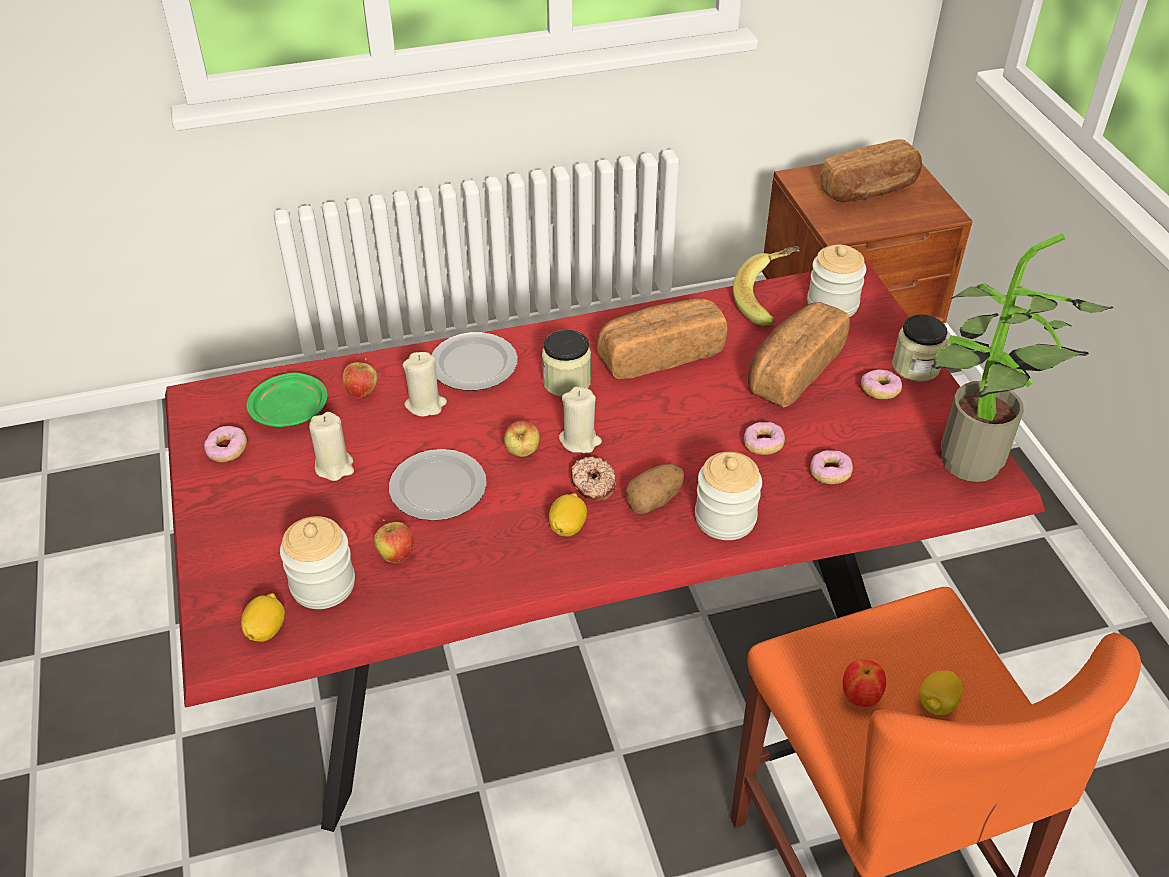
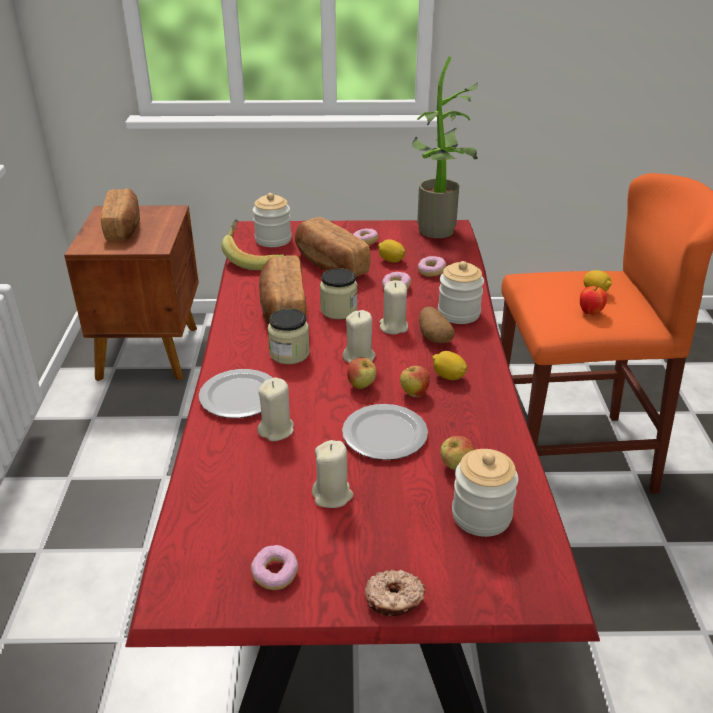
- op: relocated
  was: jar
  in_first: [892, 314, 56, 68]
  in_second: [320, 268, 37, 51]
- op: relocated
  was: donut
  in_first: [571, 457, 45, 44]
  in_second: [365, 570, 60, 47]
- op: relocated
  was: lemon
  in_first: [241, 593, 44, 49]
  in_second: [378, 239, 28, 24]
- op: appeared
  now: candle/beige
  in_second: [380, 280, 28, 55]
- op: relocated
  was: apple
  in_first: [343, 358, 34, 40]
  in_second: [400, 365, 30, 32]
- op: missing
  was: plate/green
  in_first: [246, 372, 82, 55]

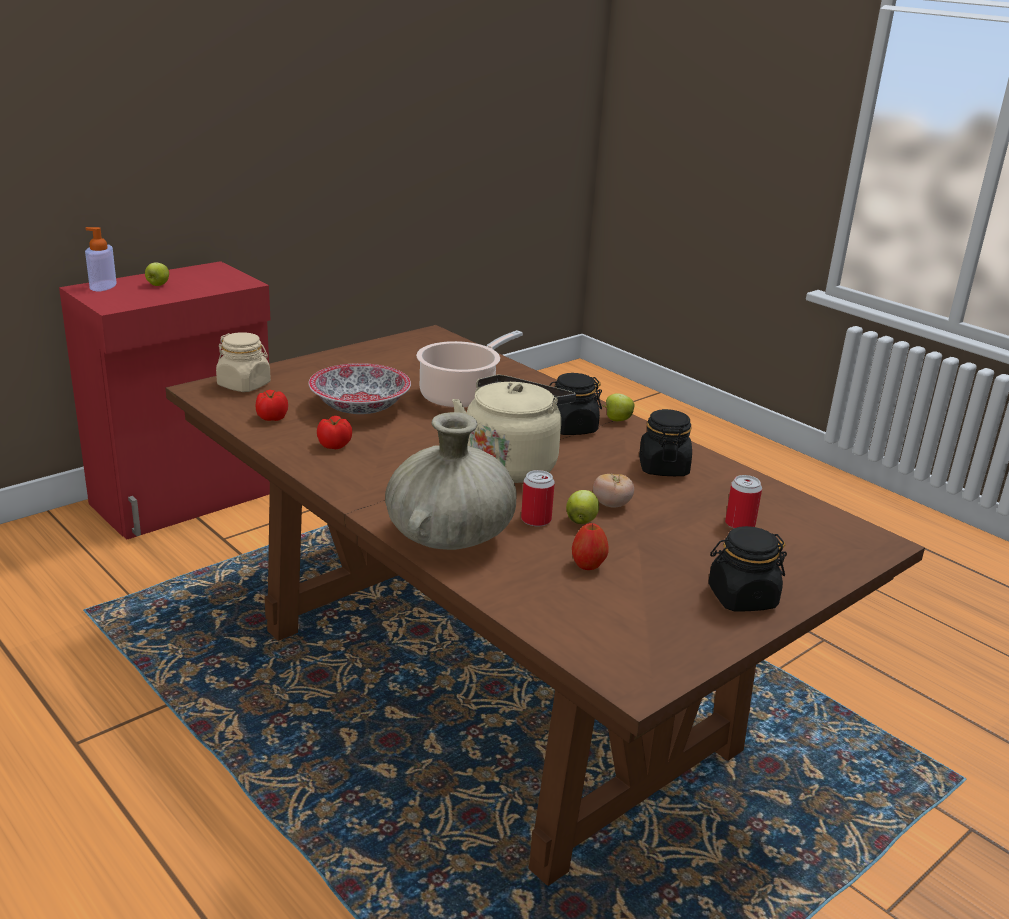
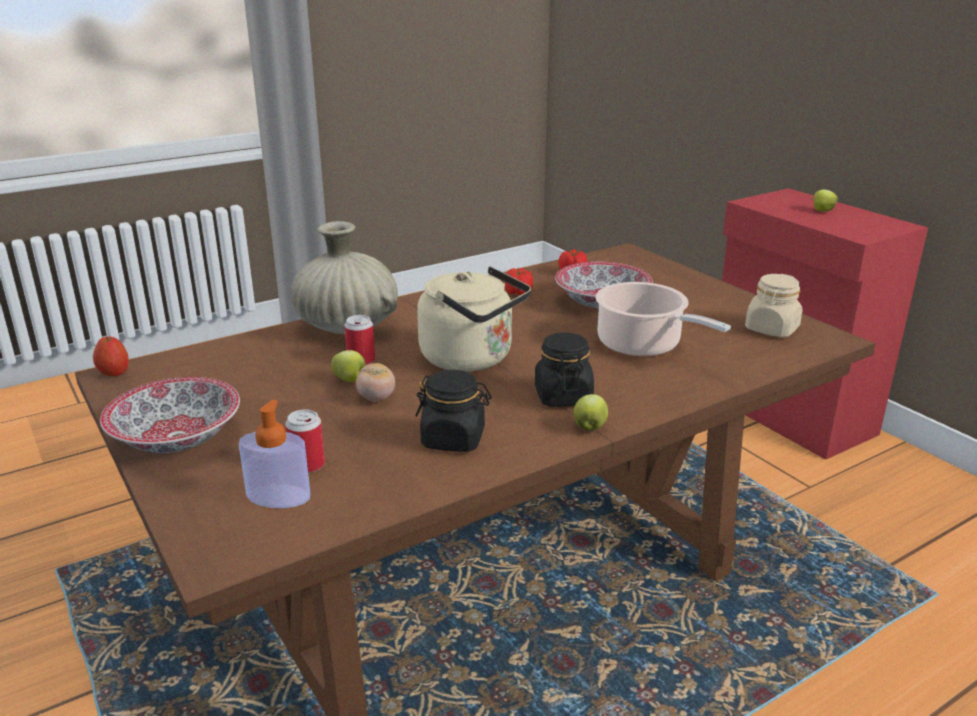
- op: relocated
  was: apple
  in_first: [572, 523, 37, 47]
  in_second: [93, 337, 36, 39]
- op: exchanged
  was: jar/black
  now: bowl
  in_first: [708, 526, 79, 85]
  in_second: [100, 377, 140, 76]
- op: relocated
  was: soap dispenser
  in_first: [85, 227, 32, 64]
  in_second: [239, 400, 71, 108]
- op: relocated
  was: jar/beige
  in_first: [216, 332, 55, 60]
  in_second: [745, 274, 58, 63]

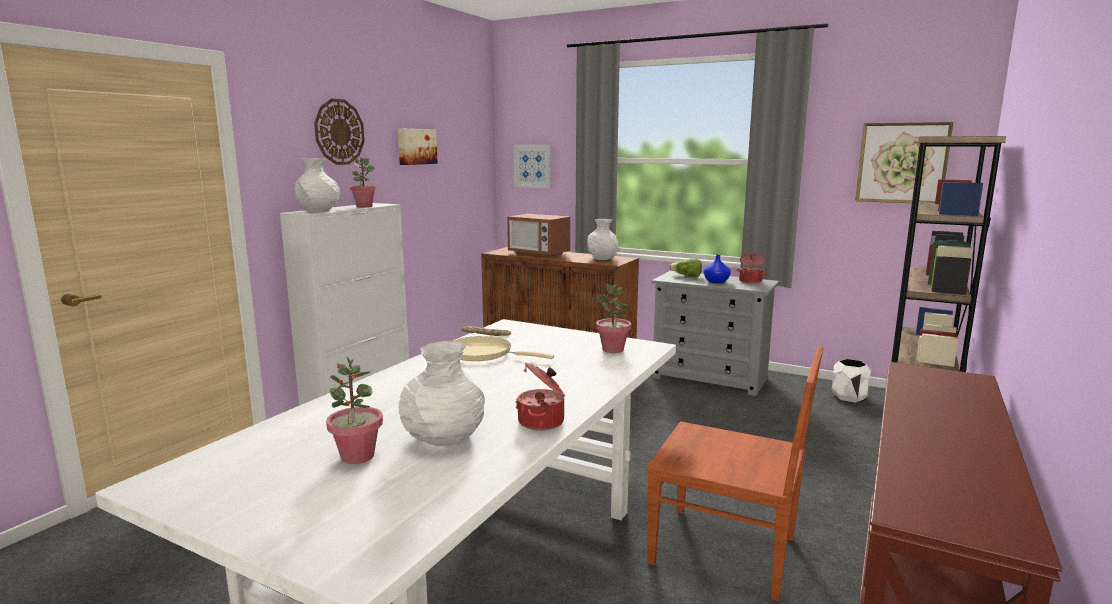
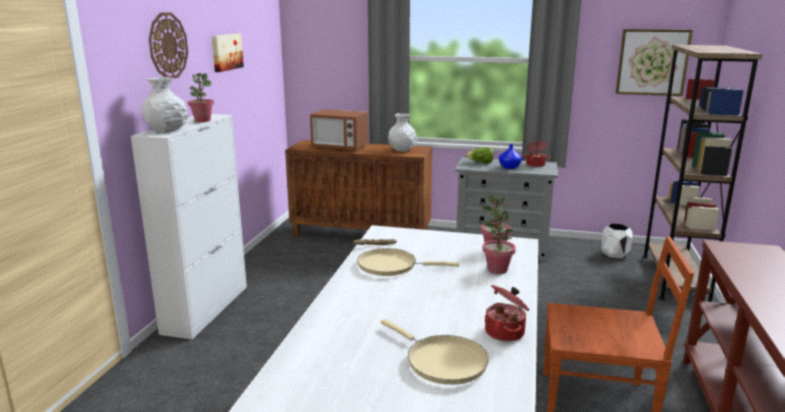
- op: exchanged
  was: vase/white
  now: frying pan/beige
  in_first: [399, 341, 86, 105]
  in_second: [381, 319, 108, 66]
- op: relocated
  was: potted plant
  in_first: [326, 357, 57, 107]
  in_second: [482, 210, 34, 64]
- op: missing
  was: picture
  in_first: [514, 145, 38, 43]

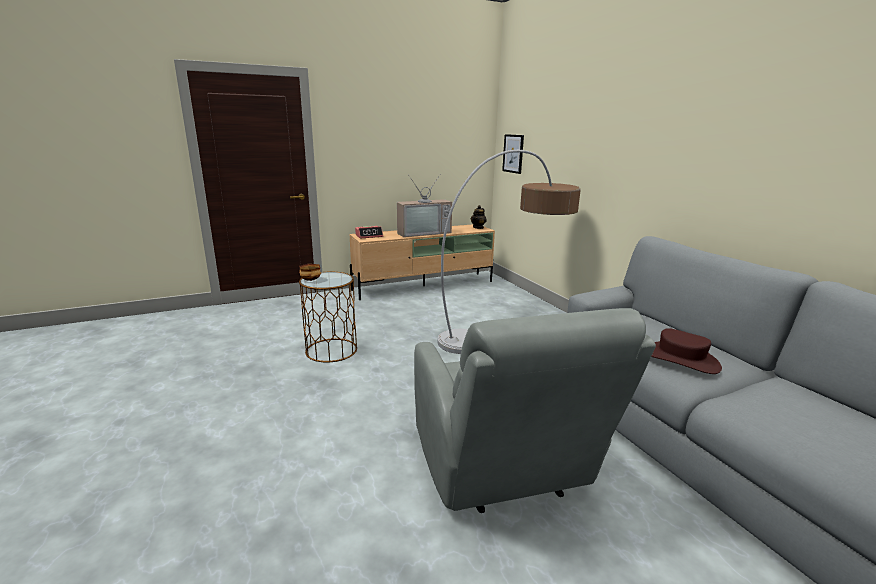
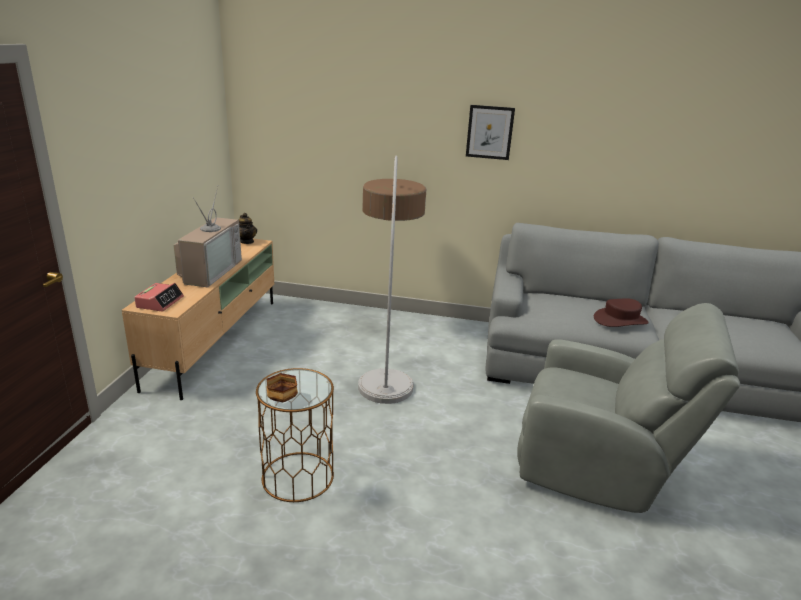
- op: relocated
  was: picture
  in_first: [502, 134, 22, 40]
  in_second: [466, 105, 49, 55]

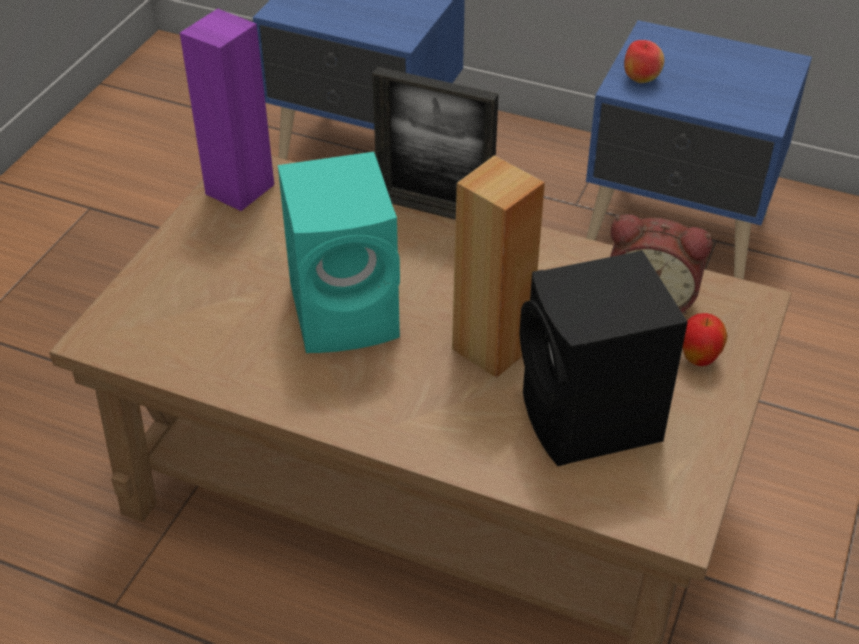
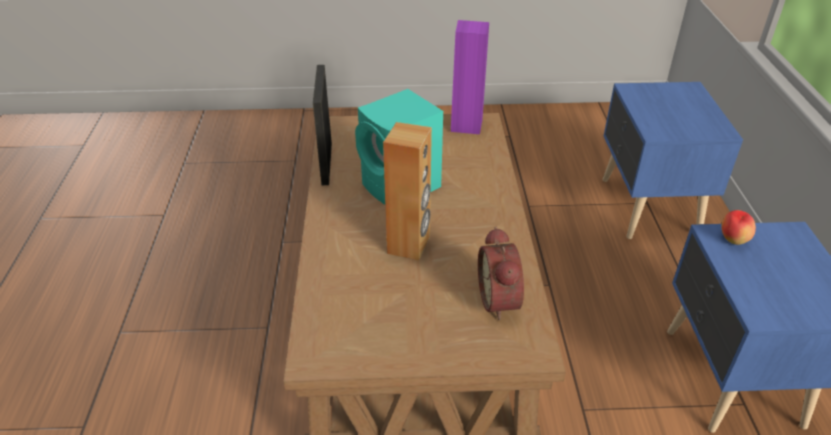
- op: relocated
  was: picture frame
  in_first: [372, 67, 127, 153]
  in_second: [313, 65, 19, 120]
- op: missing
  was: speaker/black
  in_first: [519, 251, 169, 215]
- op: missing
  was: apple
  in_first: [682, 313, 45, 53]

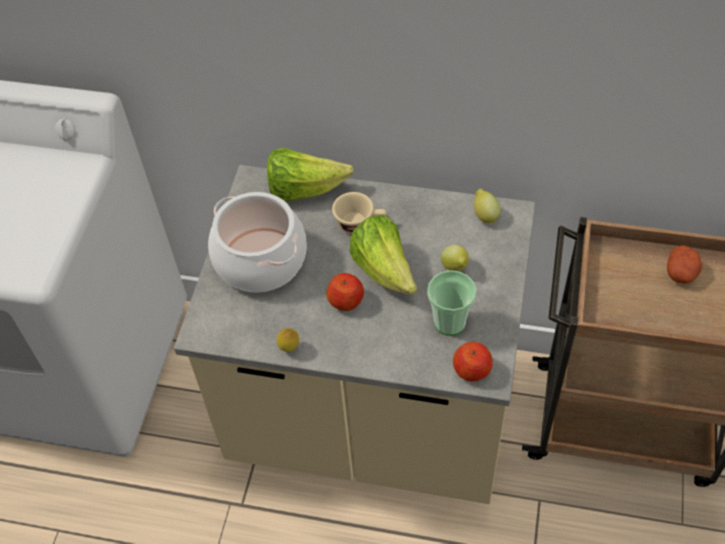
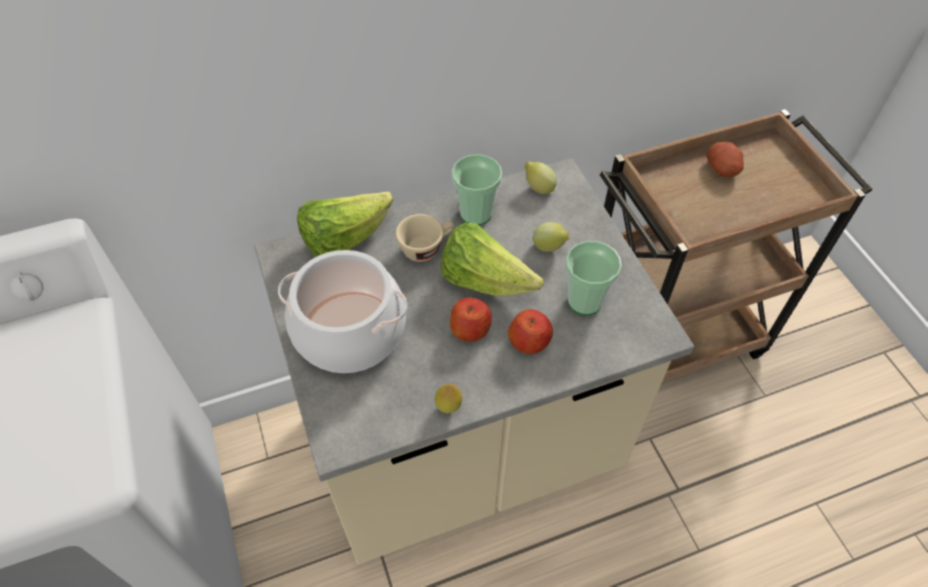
- op: appeared
  now: cup
  in_second: [452, 154, 50, 71]
- op: relocated
  was: apple
  in_first: [453, 342, 40, 39]
  in_second: [508, 309, 45, 45]

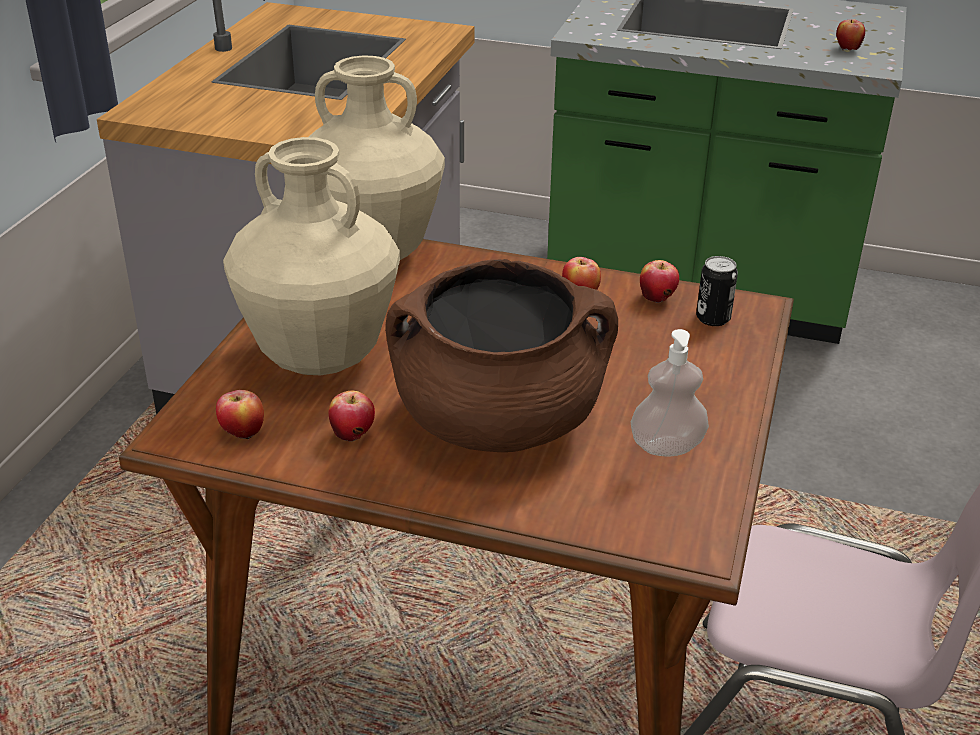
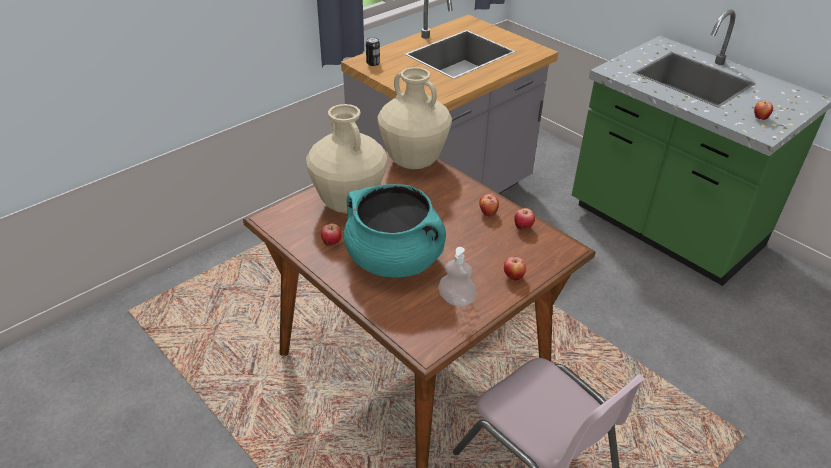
- op: colour
  was: cooking pot/brown
  now: cooking pot/turquoise
  in_first: [385, 259, 233, 193]
  in_second: [344, 184, 102, 94]
- op: relocated
  was: can
  in_first: [696, 256, 42, 70]
  in_second: [366, 37, 14, 29]
- op: relocated
  was: apple
  in_first: [216, 390, 48, 49]
  in_second: [504, 257, 22, 24]

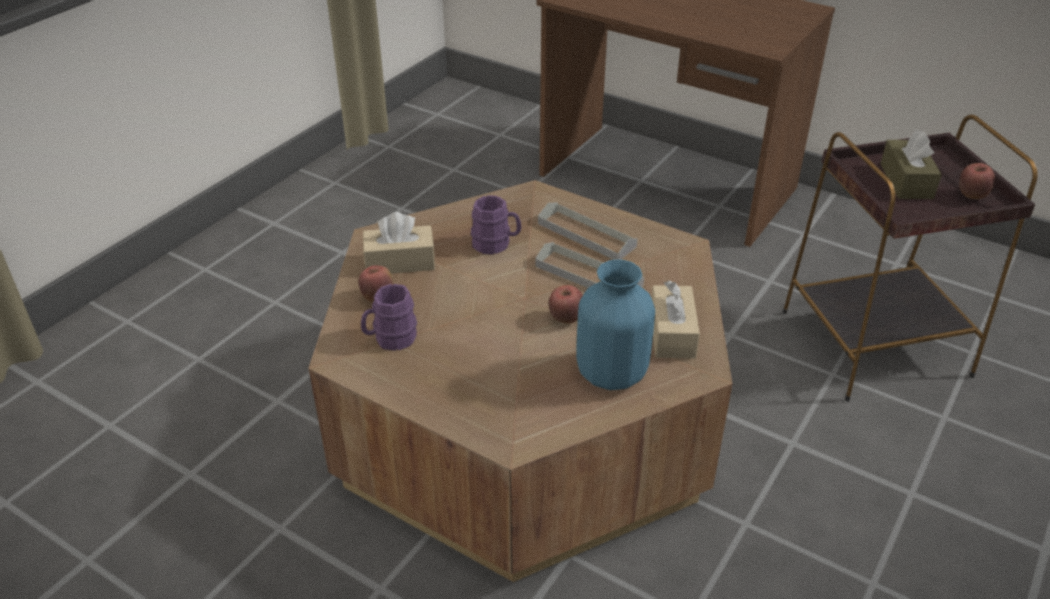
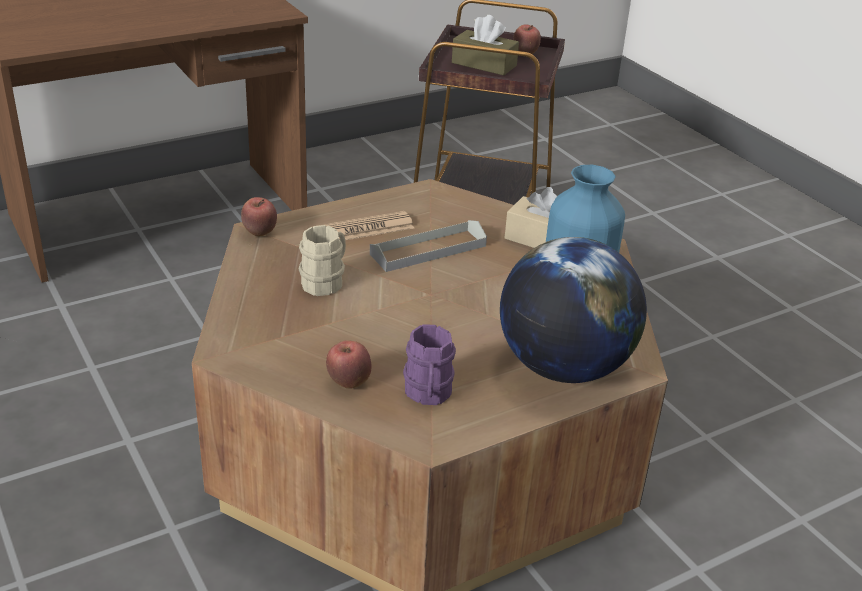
- op: relocated
  was: apple
  in_first: [549, 285, 34, 39]
  in_second: [241, 197, 36, 39]
- op: colour
  was: mug/purple
  now: mug/beige
  in_first: [471, 195, 50, 60]
  in_second: [299, 225, 47, 71]
- op: exchanged
  was: tray/grey
  now: newspaper
  in_first: [538, 202, 100, 58]
  in_second: [312, 211, 102, 29]
- op: appeared
  now: globe
  in_second: [500, 237, 147, 146]
- op: missing
  was: tissue box/beige
  in_first: [363, 212, 72, 62]

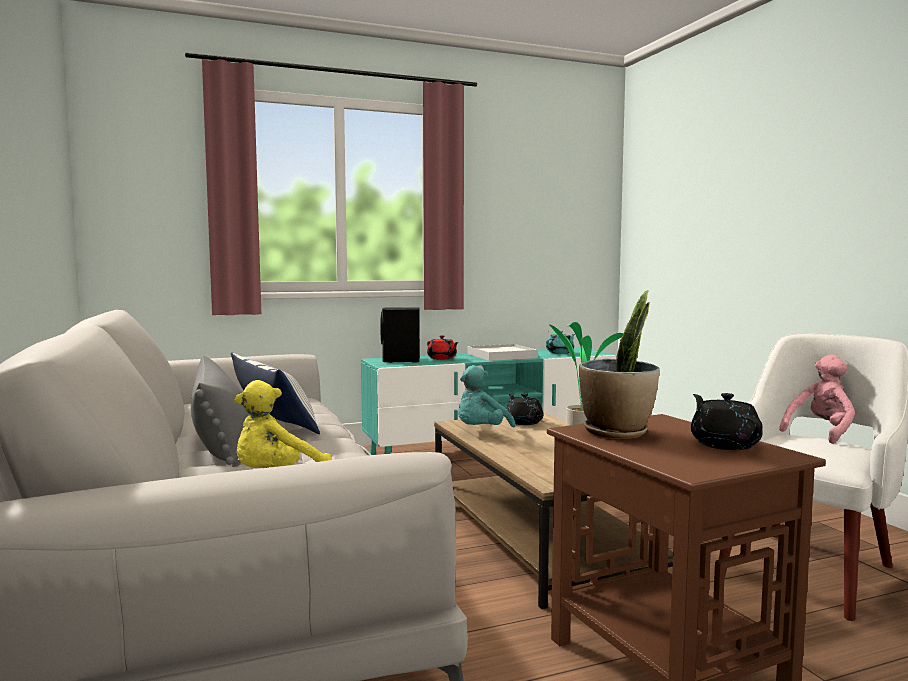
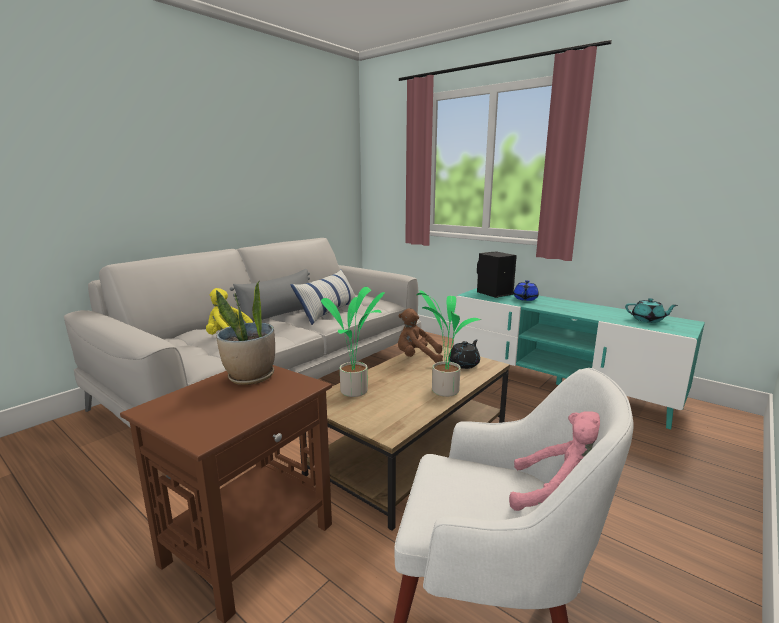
- op: appeared
  now: potted plant
  in_second: [321, 287, 64, 110]
- op: colour
  was: plush toy/turquoise
  now: plush toy/brown
  in_first: [458, 365, 58, 62]
  in_second: [398, 308, 45, 55]
- op: colour
  was: teapot/red
  now: teapot/blue
  in_first: [427, 335, 32, 25]
  in_second: [514, 280, 25, 21]
- op: missing
  was: tray/white
  in_first: [467, 344, 71, 17]
- op: missing
  was: teapot/black
  in_first: [691, 393, 72, 57]

